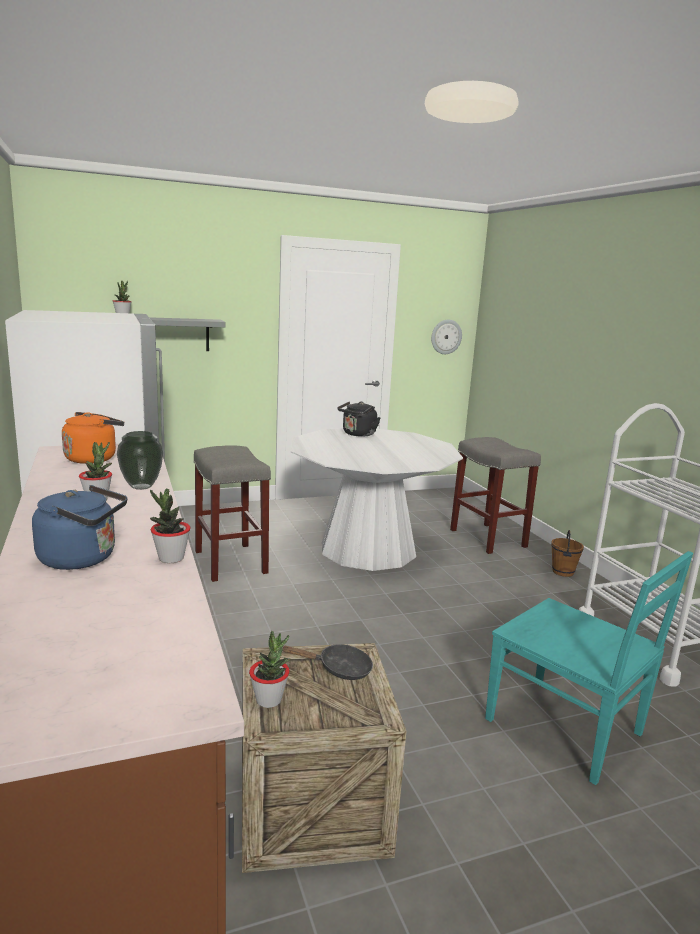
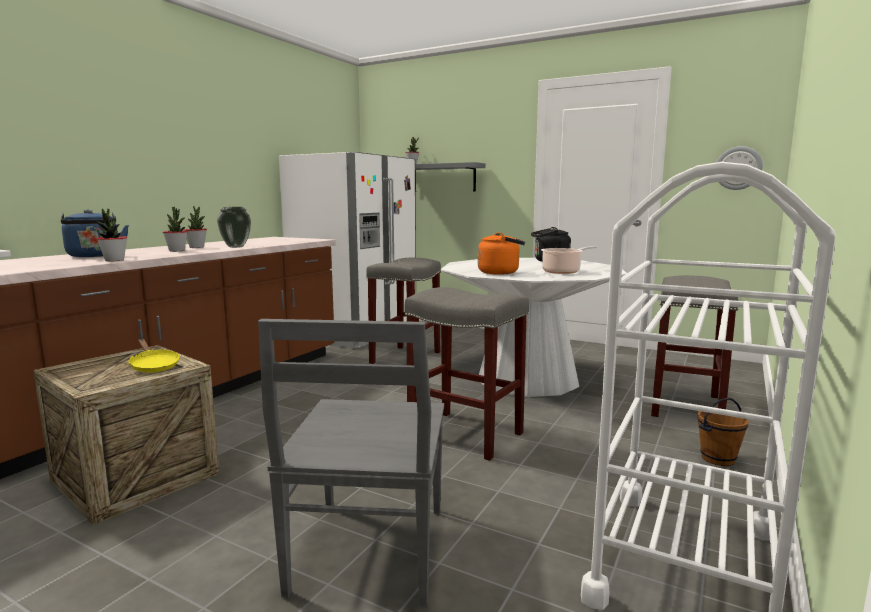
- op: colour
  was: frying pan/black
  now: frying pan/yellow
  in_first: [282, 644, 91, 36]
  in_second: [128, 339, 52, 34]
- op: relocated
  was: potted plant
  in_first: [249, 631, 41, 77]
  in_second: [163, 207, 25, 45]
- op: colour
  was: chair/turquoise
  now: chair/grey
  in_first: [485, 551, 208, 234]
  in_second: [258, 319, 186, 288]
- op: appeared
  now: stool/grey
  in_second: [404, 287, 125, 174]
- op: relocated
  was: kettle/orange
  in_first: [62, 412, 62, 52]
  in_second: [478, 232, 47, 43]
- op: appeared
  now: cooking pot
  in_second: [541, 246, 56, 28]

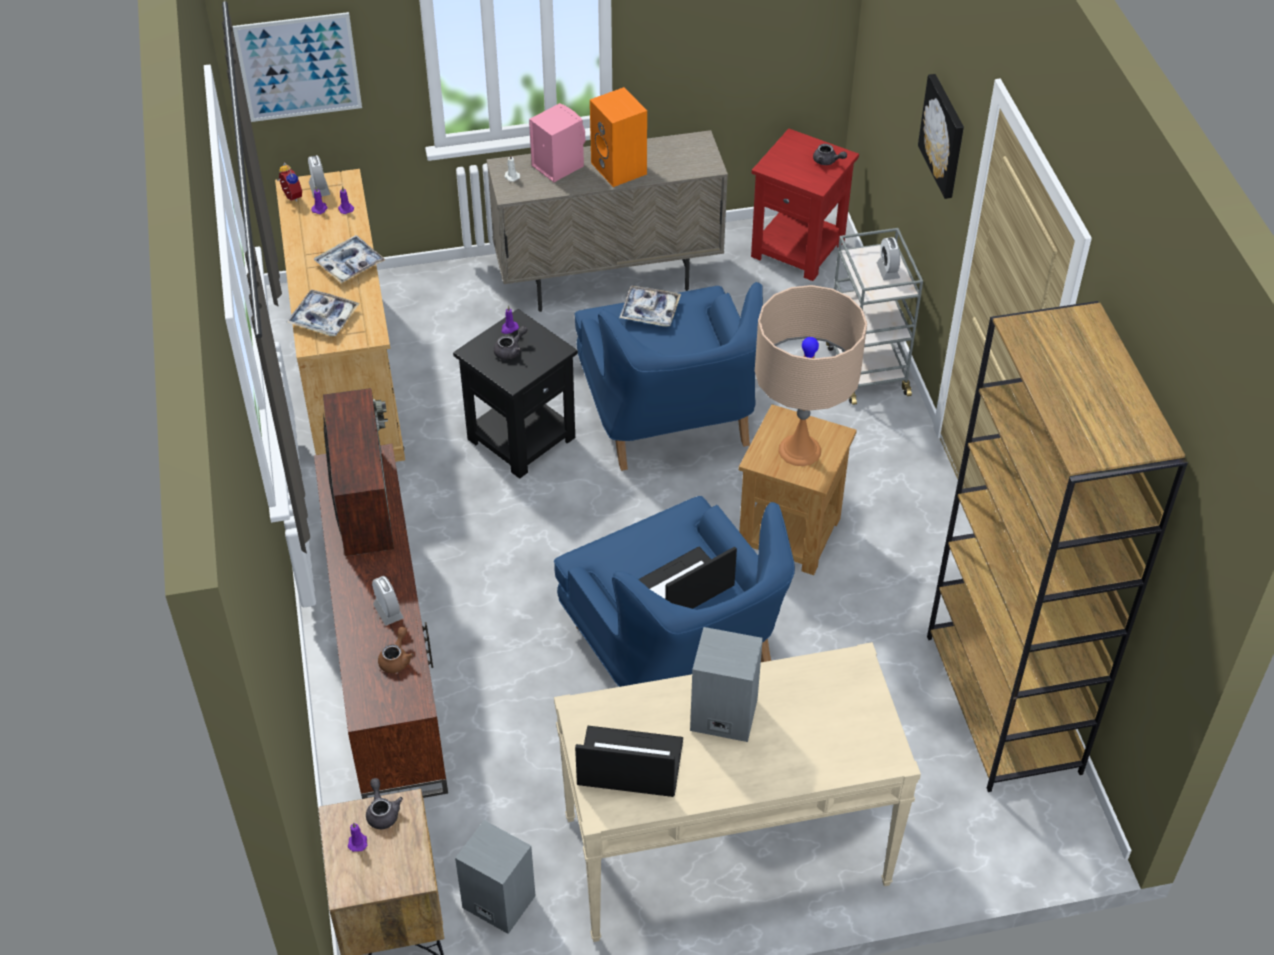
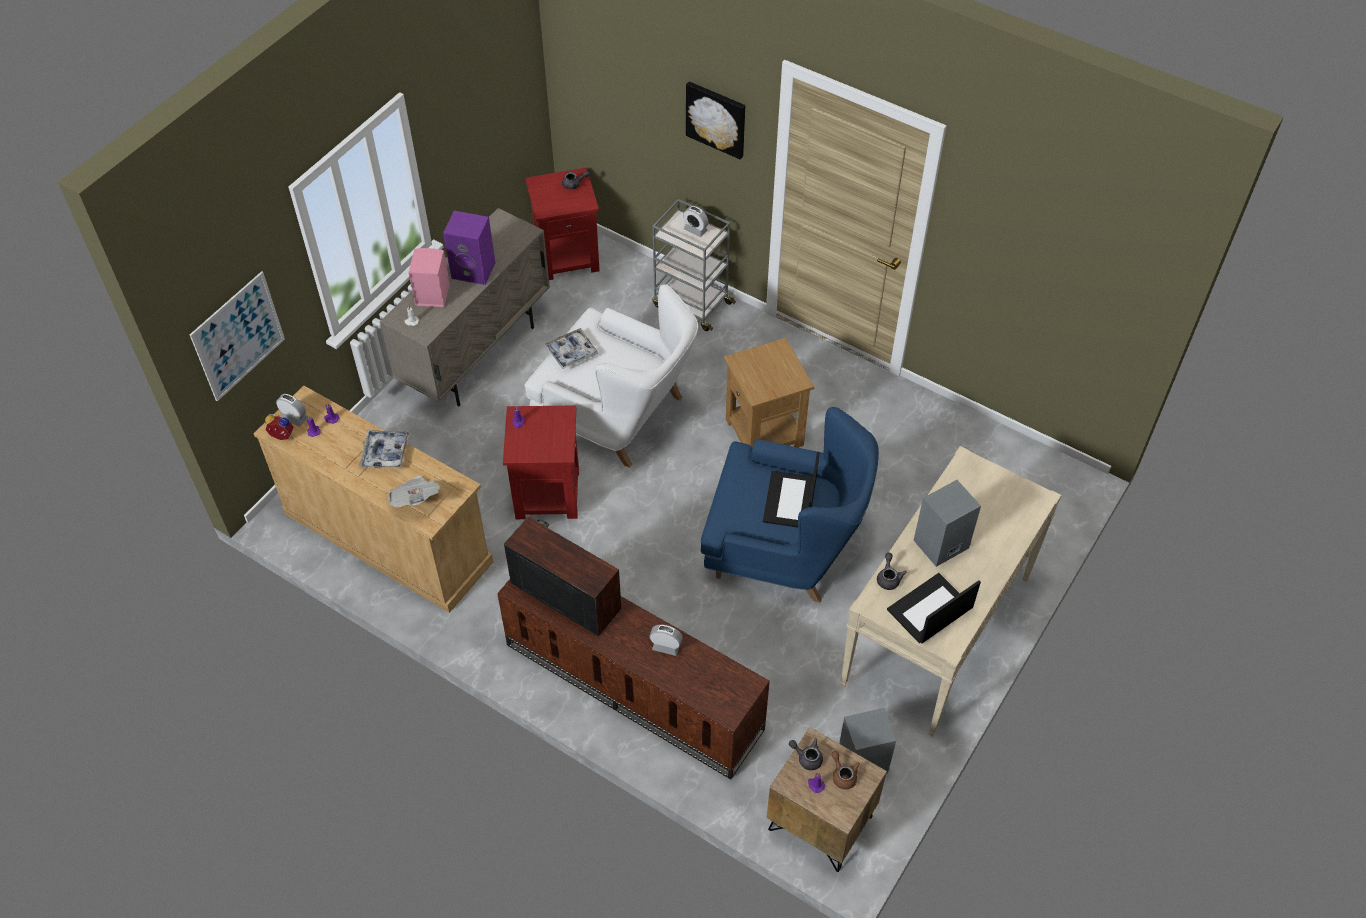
- op: exchanged
  was: tray
  now: newspaper
  in_first: [286, 289, 74, 48]
  in_second: [388, 475, 53, 32]
- op: colour
  was: speaker/orange
  now: speaker/purple
  in_first: [590, 87, 57, 100]
  in_second: [443, 211, 52, 74]
- op: colour
  was: side table/black
  now: side table/red
  in_first: [453, 309, 125, 170]
  in_second: [503, 406, 76, 113]
- op: colour
  was: armchair/blue
  now: armchair/white
  in_first: [575, 282, 188, 189]
  in_second: [524, 284, 174, 184]
- op: relocated
  was: teapot/brown
  in_first: [378, 627, 36, 46]
  in_second: [832, 751, 28, 38]
- op: relocated
  was: teapot/grey
  in_first: [494, 326, 33, 34]
  in_second: [877, 553, 30, 37]
- op: missing
  was: table lamp/beige
  in_first: [755, 285, 112, 181]
- op: missing
  was: bookcase/brown
  in_first: [927, 301, 261, 491]

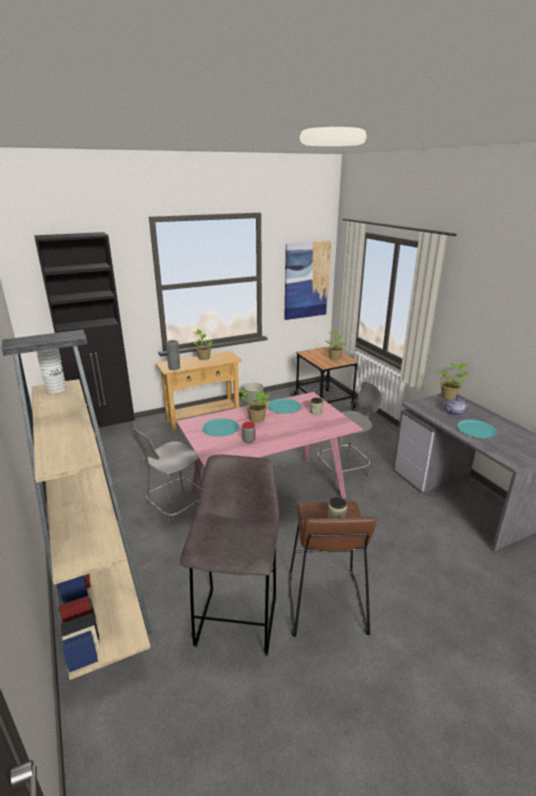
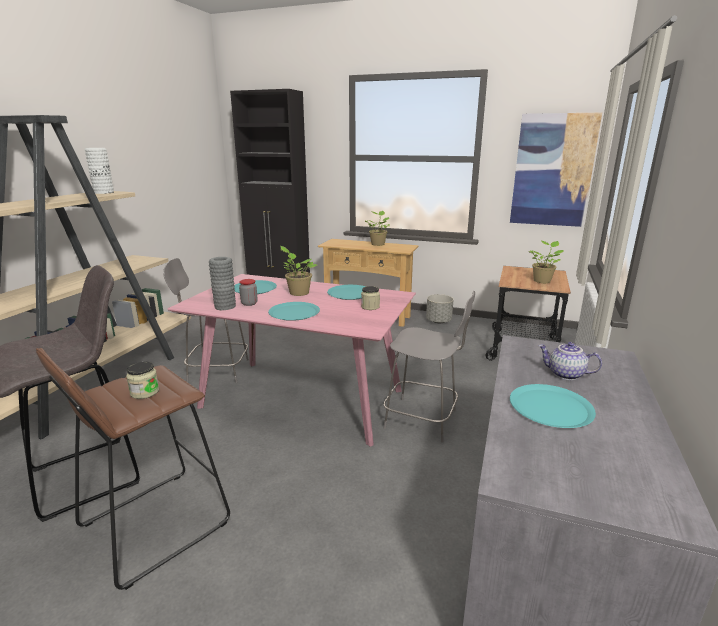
- op: relocated
  was: vase/grey
  in_first: [166, 340, 14, 30]
  in_second: [209, 257, 27, 53]
- op: appeared
  now: plate/turquoise
  in_second: [268, 302, 52, 19]
- op: missing
  was: potted plant
  in_first: [439, 363, 29, 37]

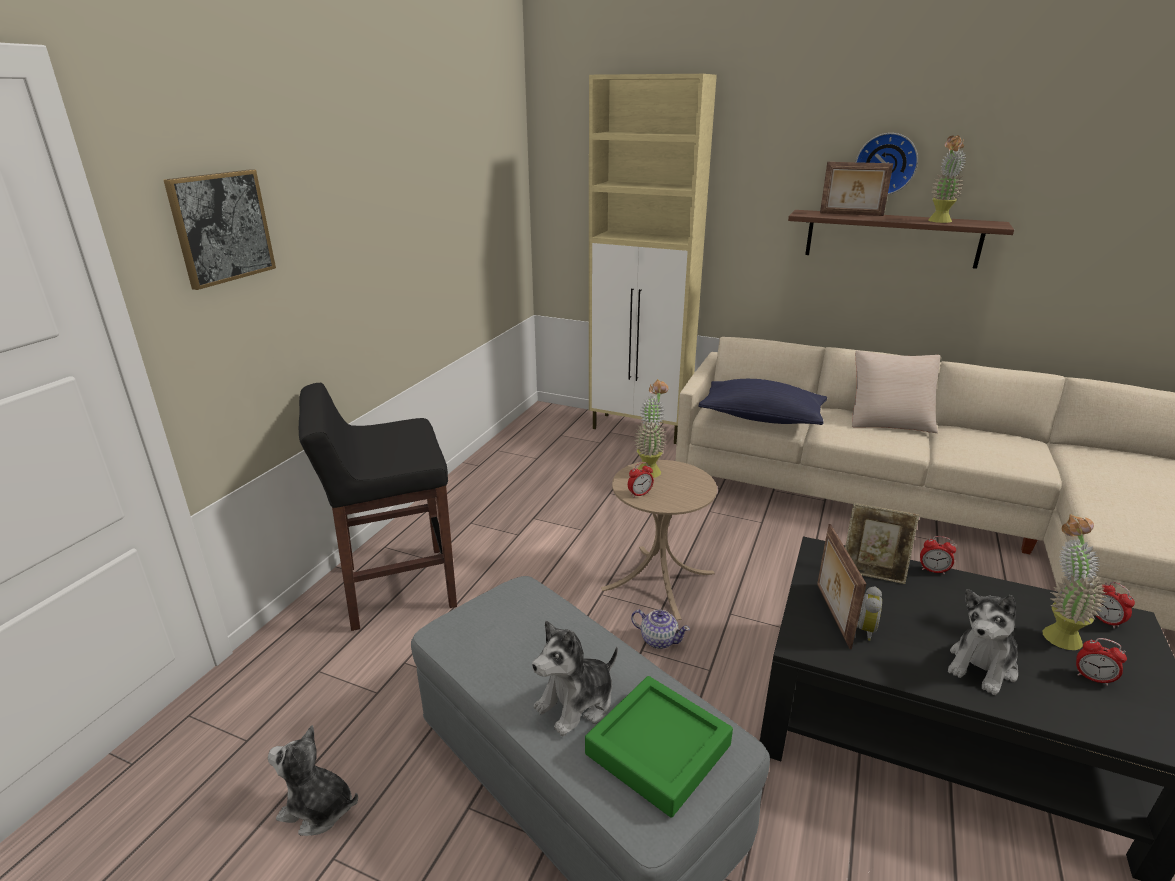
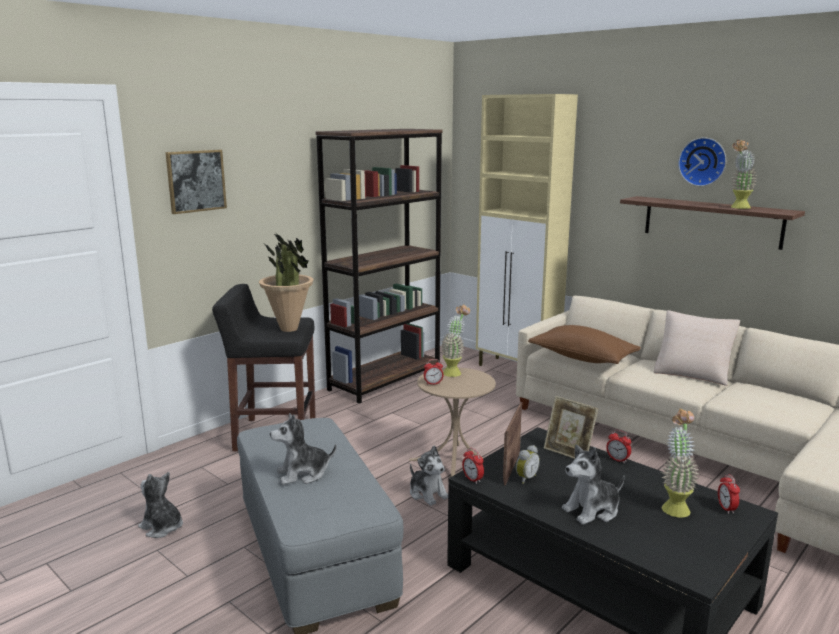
- op: appeared
  now: potted plant
  in_second: [259, 232, 54, 100]
- op: appeared
  now: bookcase/brown
  in_second: [315, 129, 127, 275]
- op: exchanged
  was: teapot
  now: plush toy
  in_first: [631, 610, 59, 39]
  in_second: [410, 446, 38, 60]
- op: relocated
  was: alarm clock
  in_first: [1076, 638, 51, 48]
  in_second: [462, 448, 22, 36]
- op: colour
  was: pillow/blue
  now: pillow/brown
  in_first: [698, 379, 129, 46]
  in_second: [528, 325, 113, 39]
- op: missing
  was: tray/green
  in_first: [585, 676, 148, 141]
- op: missing
  was: picture frame
  in_first: [820, 162, 73, 54]

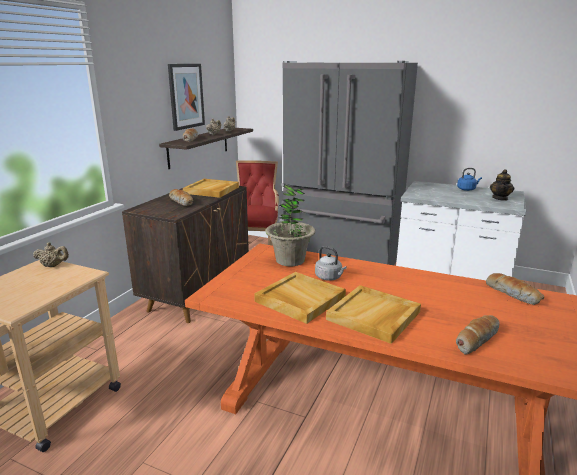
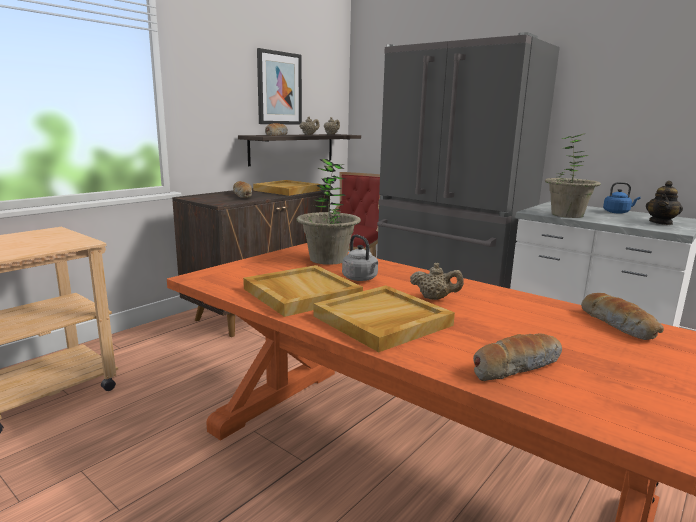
- op: relocated
  was: teapot/beige
  in_first: [33, 242, 36, 25]
  in_second: [410, 263, 54, 37]
- op: appeared
  now: potted plant
  in_second: [545, 133, 56, 85]

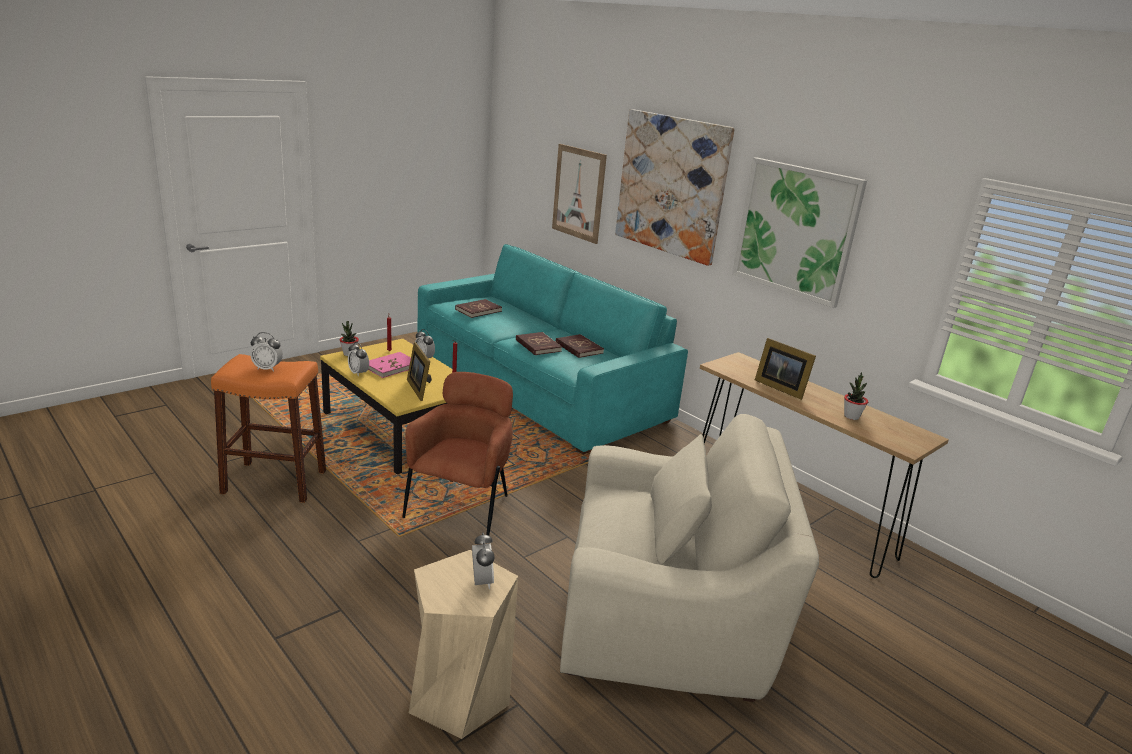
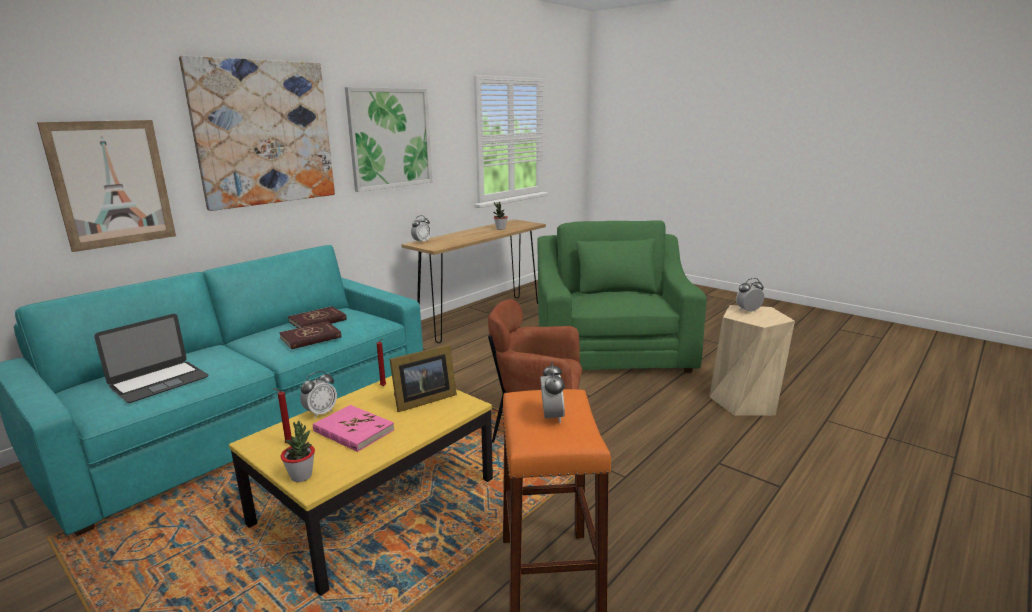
- op: exchanged
  was: book/red
  now: laptop
  in_first: [455, 299, 47, 19]
  in_second: [94, 314, 115, 89]
- op: relocated
  was: alarm clock
  in_first: [348, 342, 21, 35]
  in_second: [411, 215, 20, 28]
- op: colour
  was: armchair/beige
  now: armchair/green
  in_first: [560, 414, 259, 288]
  in_second: [538, 220, 169, 153]
- op: missing
  was: picture frame
  in_first: [755, 338, 61, 62]

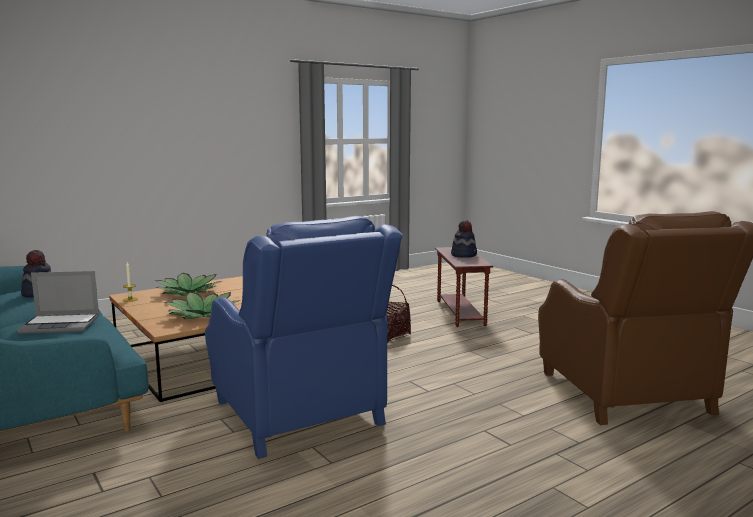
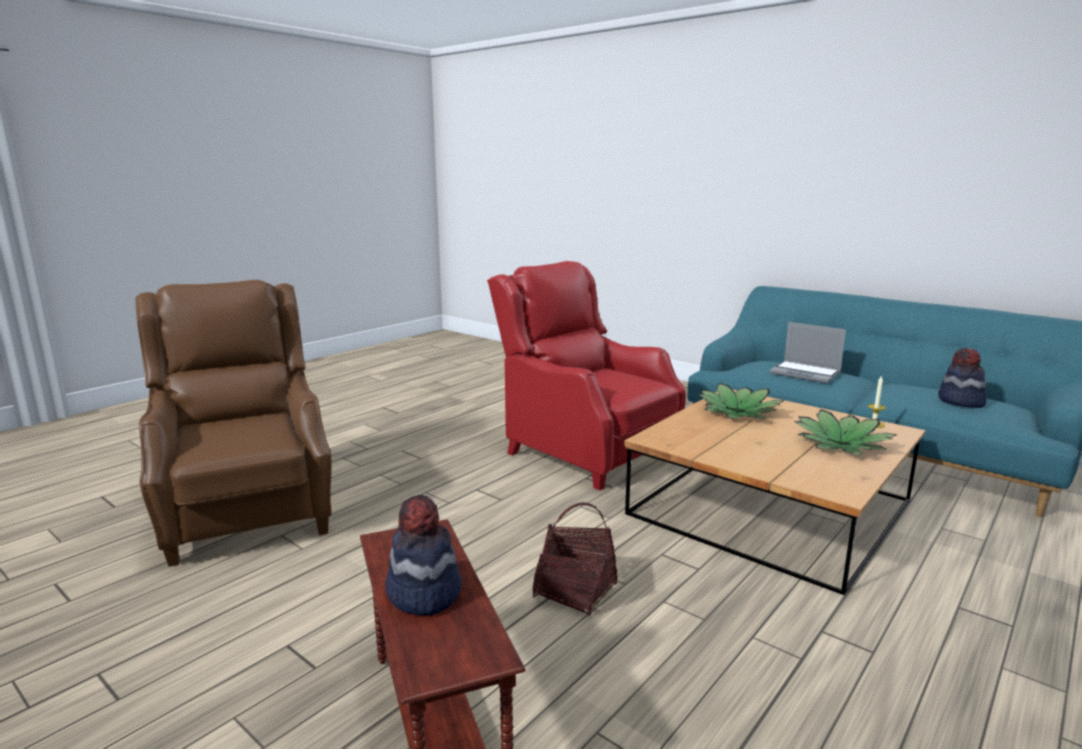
- op: colour
  was: armchair/blue
  now: armchair/red
  in_first: [205, 216, 198, 243]
  in_second: [487, 261, 199, 230]
- op: spun
  was: laptop
  in_first: [17, 271, 82, 63]
  in_second: [770, 322, 76, 61]
  clockwise: -120

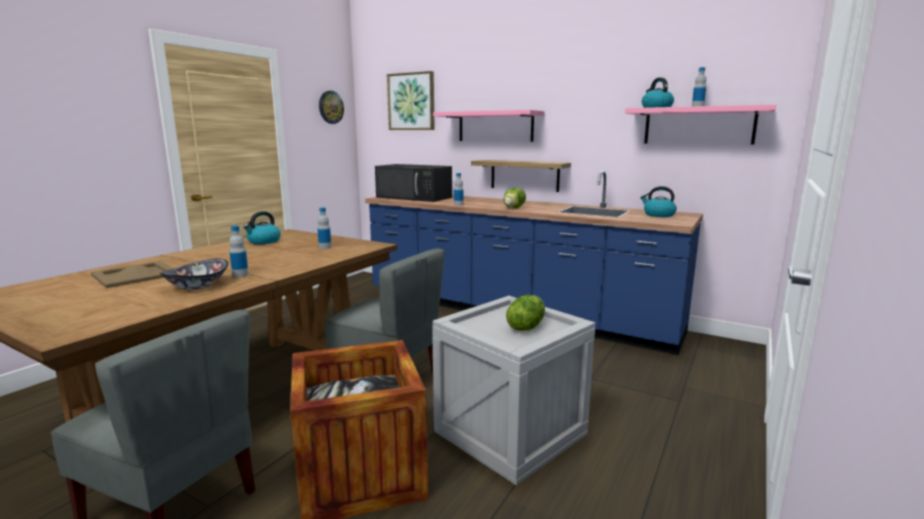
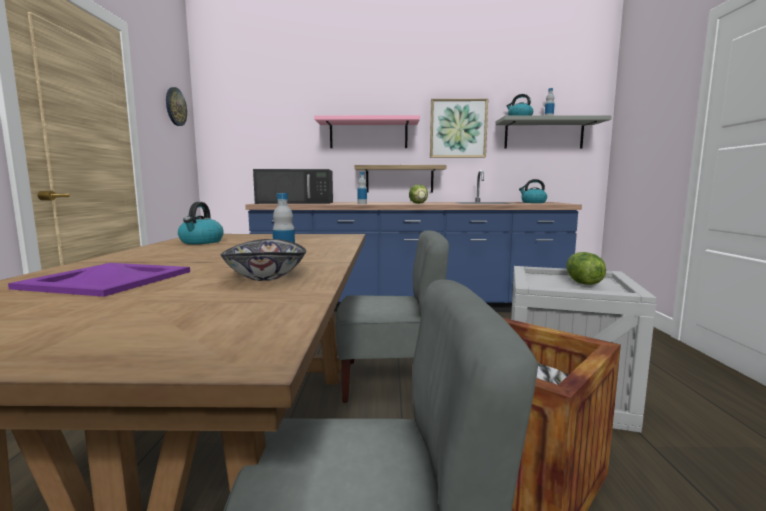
- op: colour
  was: tray/beige
  now: tray/purple
  in_first: [91, 261, 83, 27]
  in_second: [8, 263, 182, 34]
- op: relocated
  was: picture
  in_first: [387, 71, 48, 59]
  in_second: [430, 99, 58, 59]
- op: colour
  was: shelf/pink
  now: shelf/grey
  in_first: [625, 105, 151, 40]
  in_second: [495, 115, 117, 34]
- op: missing
  was: bottle
  in_first: [317, 207, 14, 42]

